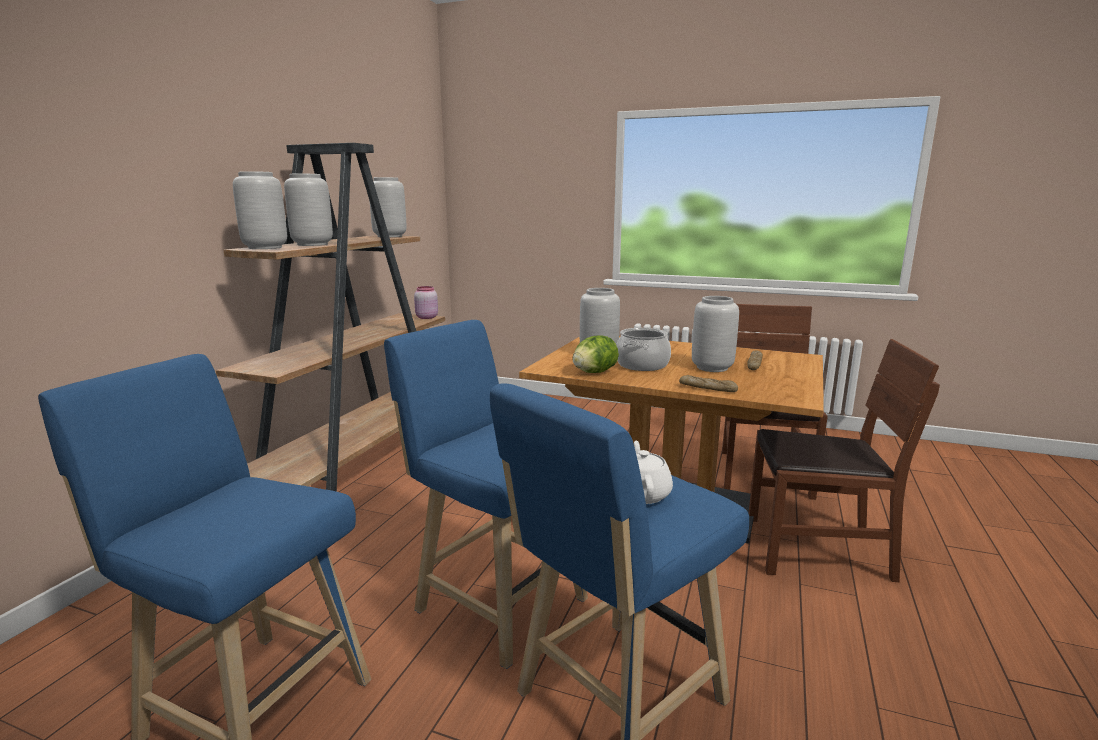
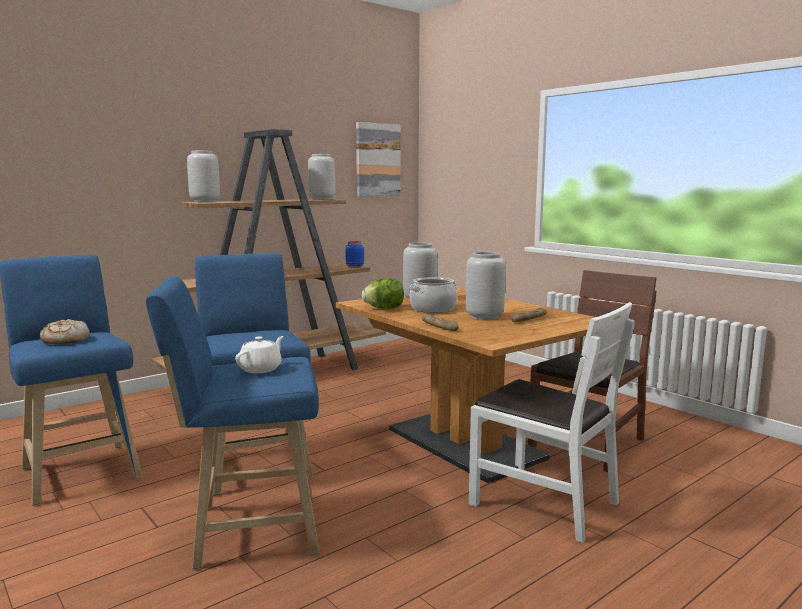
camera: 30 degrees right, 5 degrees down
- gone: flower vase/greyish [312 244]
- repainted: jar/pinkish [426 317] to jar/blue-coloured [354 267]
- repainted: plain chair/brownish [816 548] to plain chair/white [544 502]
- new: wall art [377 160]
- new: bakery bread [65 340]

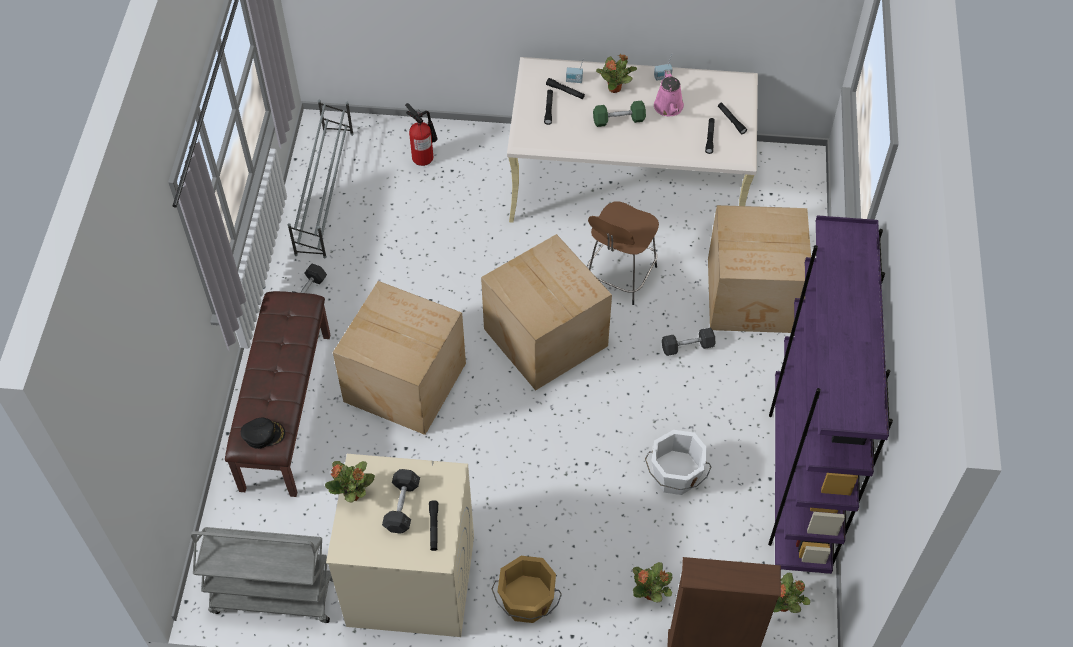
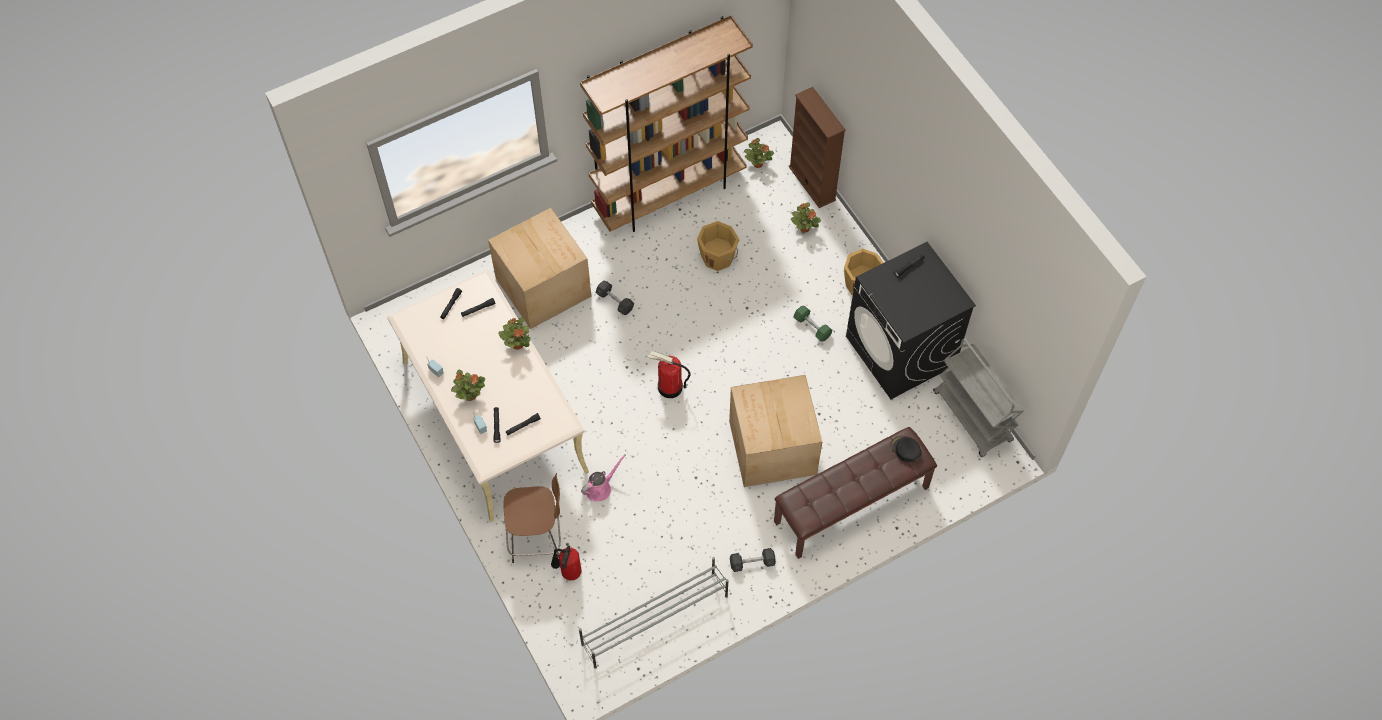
camera: 125 degrees left, 5 degrees up
- shifted: sprinkling can/pinkish [669 108] to [600 488]
- shifted: hand weight/green-coloured [618 120] to [812 327]
- shifted: stool/brownish [619 277] to [537 538]
- repainted: shelving unit/purple [799 481] to shelving unit/brownish [669 194]
- swapped: cardboard box [546 335] to extinguisher [669 387]
- repainted: bucket/white [675 477] to bucket/orange [718 257]
- repainted: washing machine/beige [410 581] to washing machine/blackish [901 351]
- shifted: potted plant [353 494] to [517 344]
- gone: hand weight/greyish [402 506]

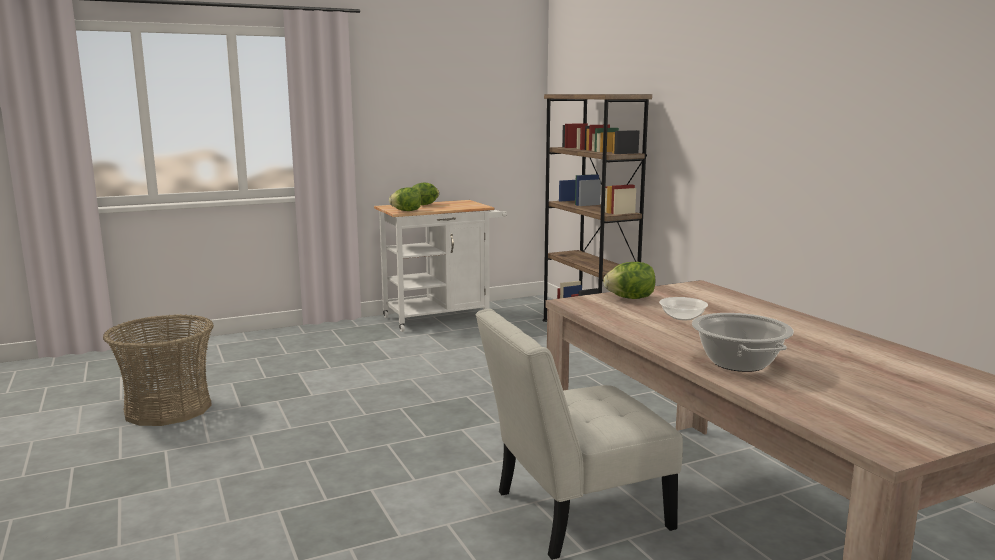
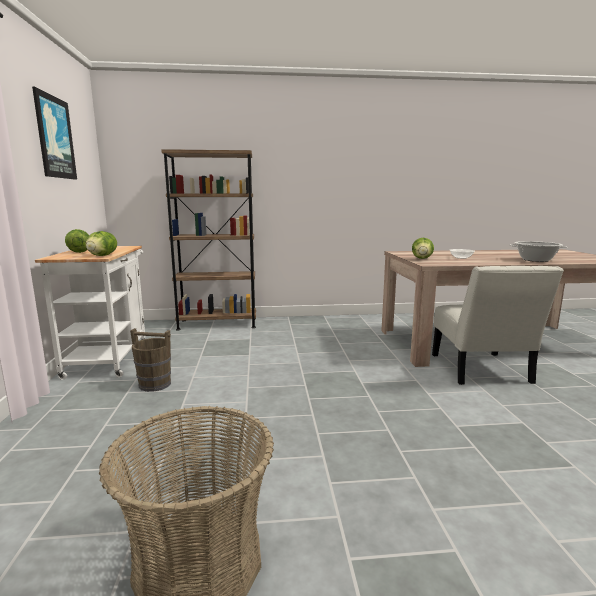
camera: 70 degrees left, 0 degrees up
- new: wall art [54 137]
- new: bucket/brownish [154 384]

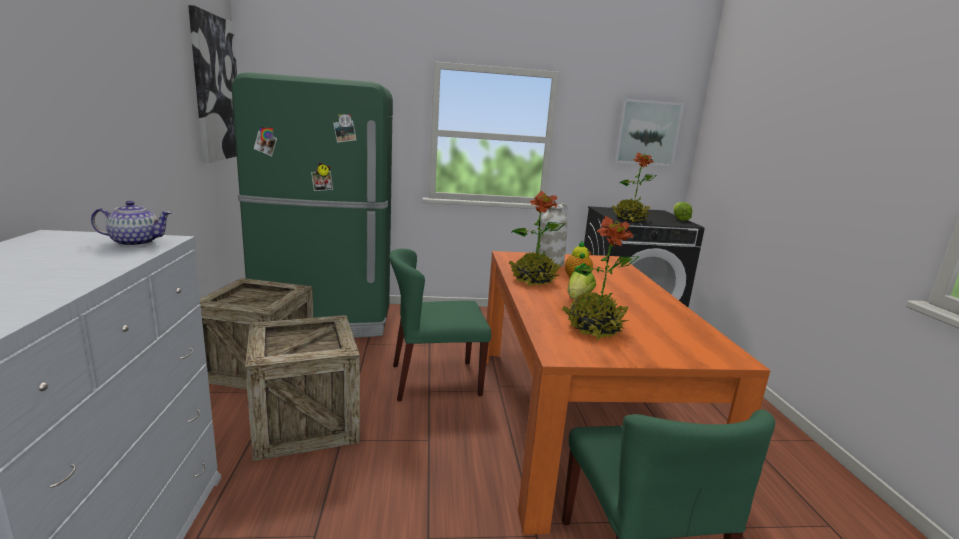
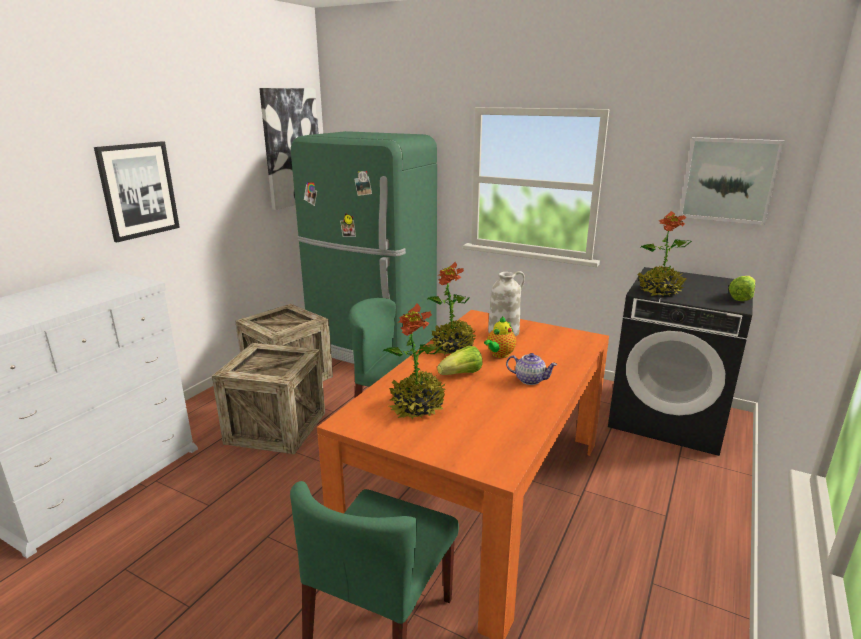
camera: 35 degrees right, 5 degrees up
- shifted: teapot [135 242] to [529 380]
- new: wall art [138 190]

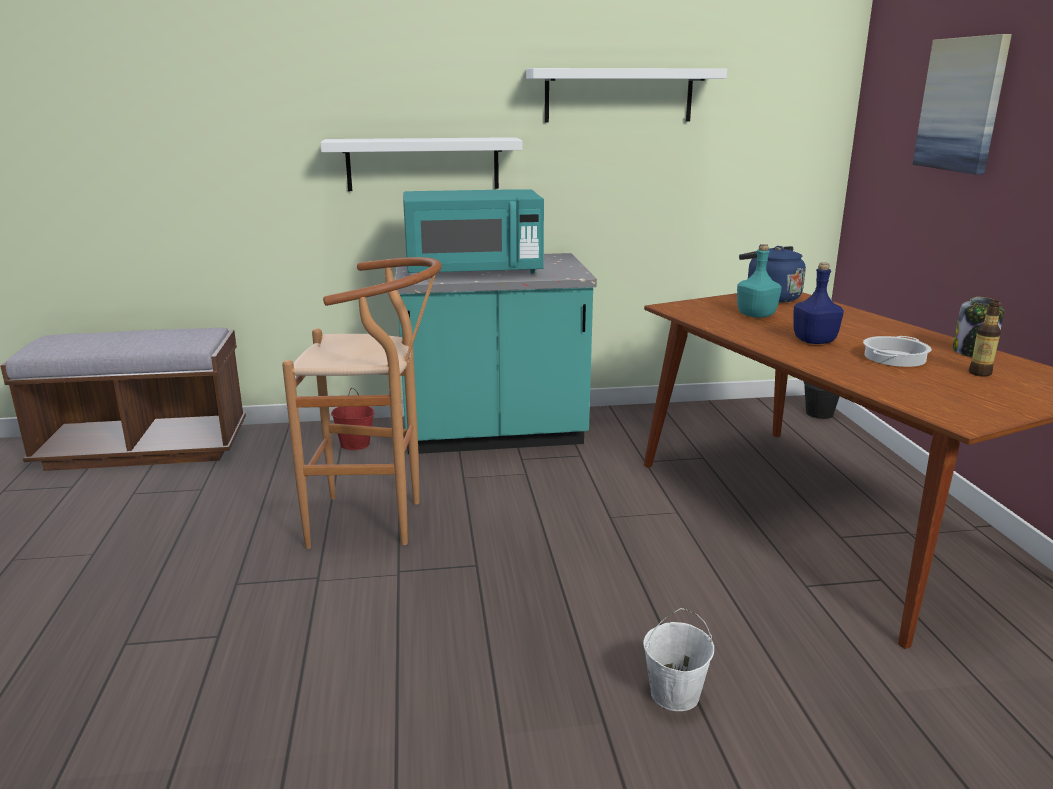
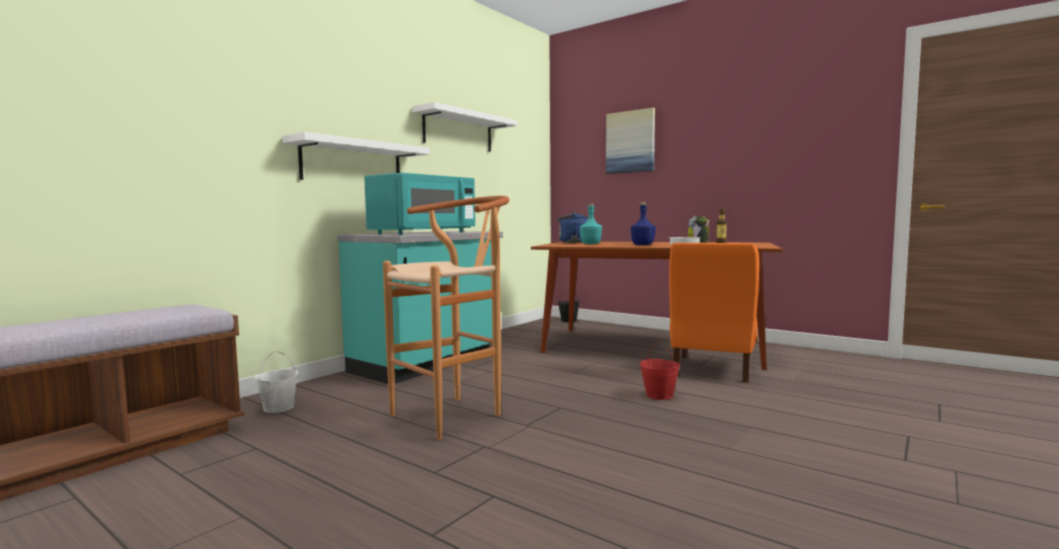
camera: 45 degrees left, 15 degrees down
- shifted: bucket/red-coloured [355 444] to [659 395]
- shifted: bucket/white [674 693] to [278 408]
- new: plain chair/orange [711 368]

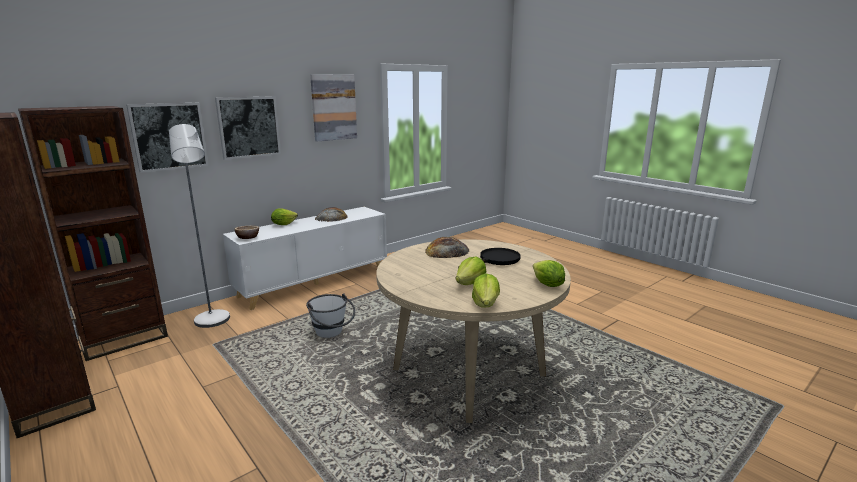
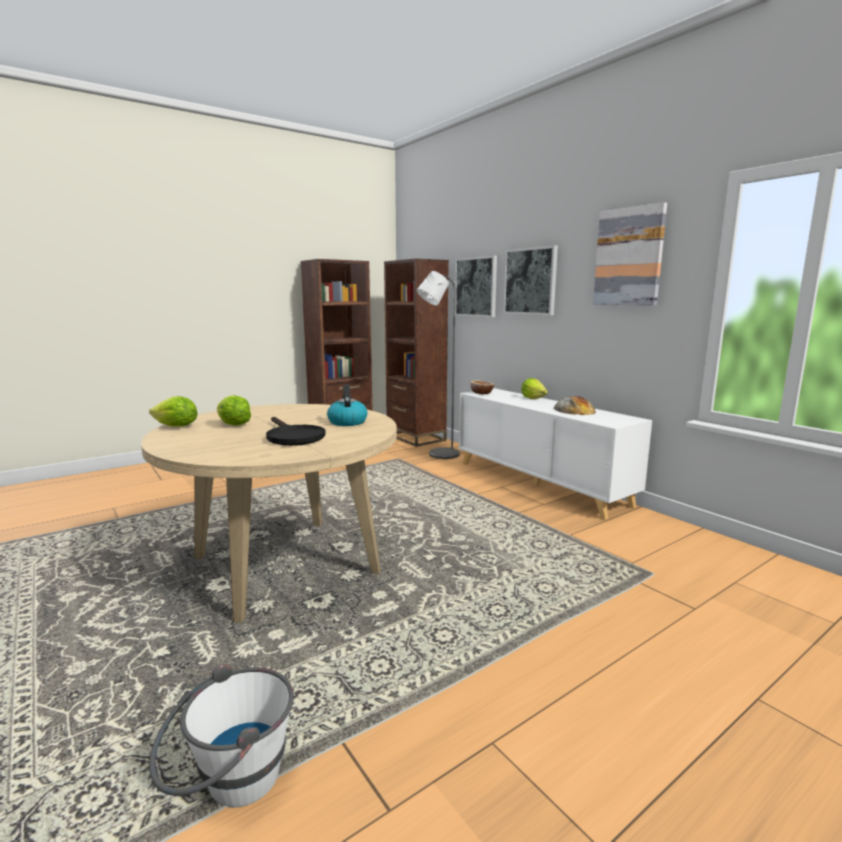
camera: 95 degrees right, 5 degrees down
- swapped: bakery bread [447 251] to water kettle [347 422]
- gone: lettuce [547 285]
- shifted: bucket/white [332 334] to [229 784]

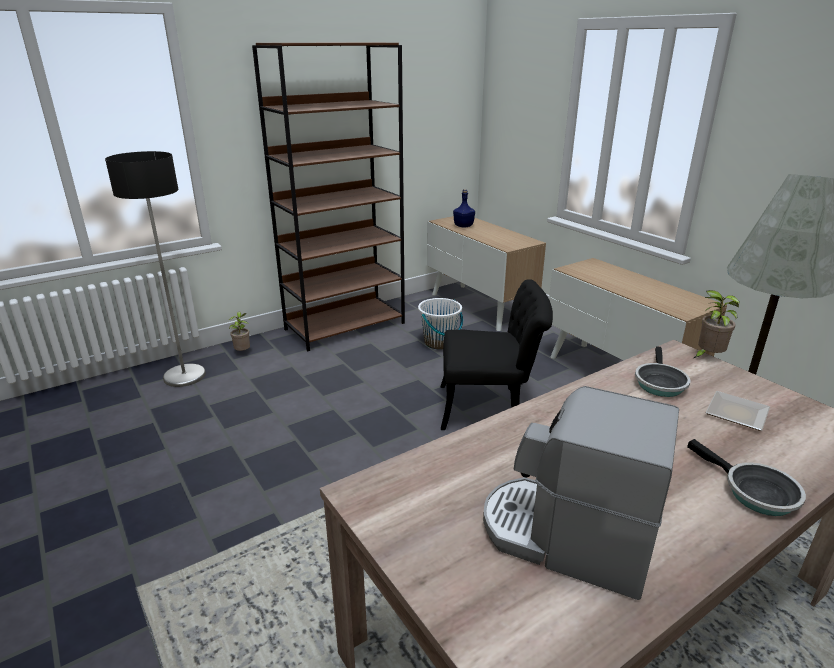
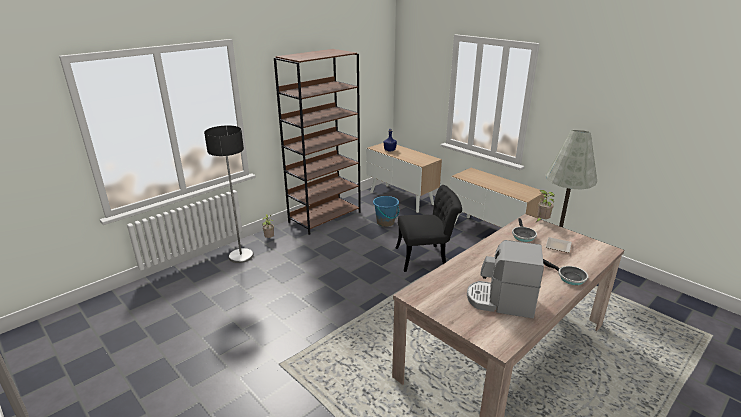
camera: 10 degrees left, 0 degrees up
- repainted: bucket/white [439 343] to bucket/blue-coloured [385 222]

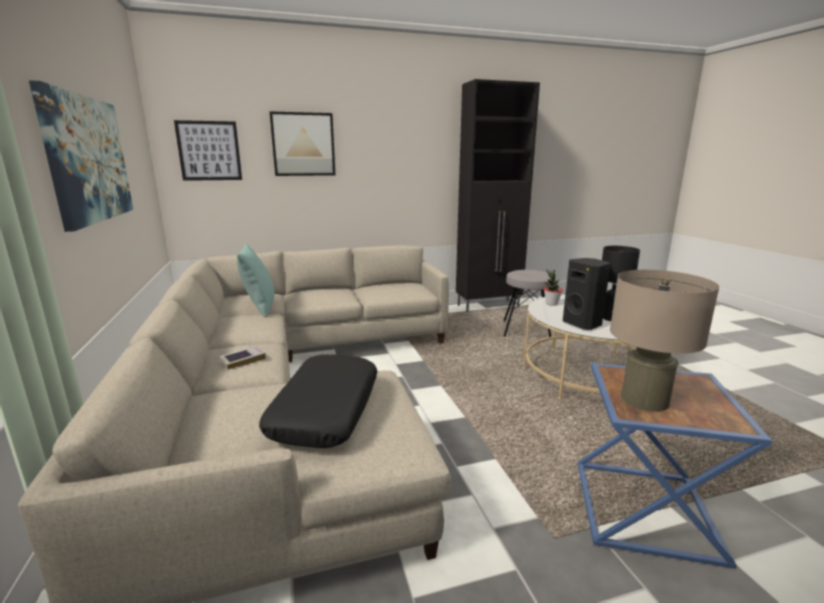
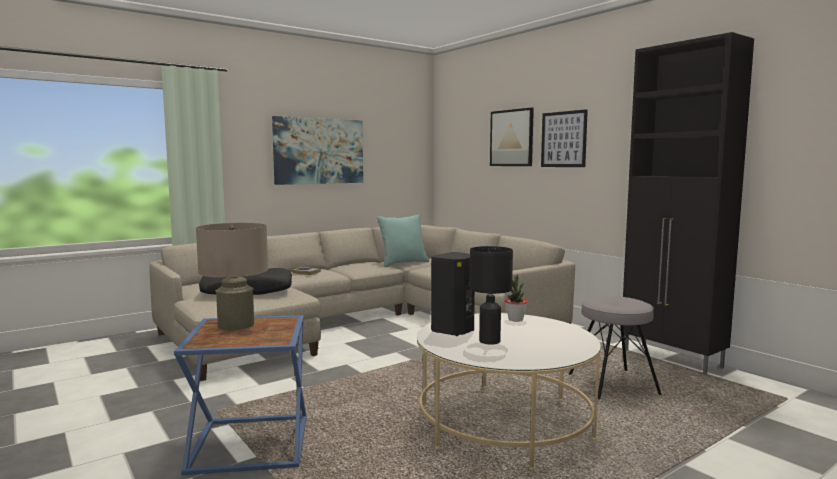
camera: 70 degrees right, 10 degrees down
- shifted: wall art [209 151] to [563 139]

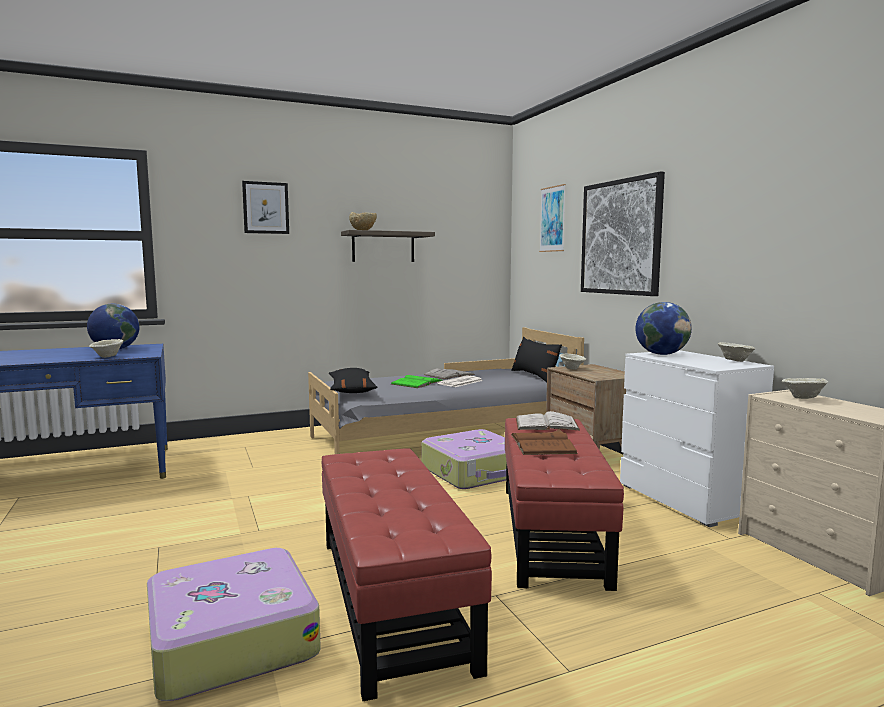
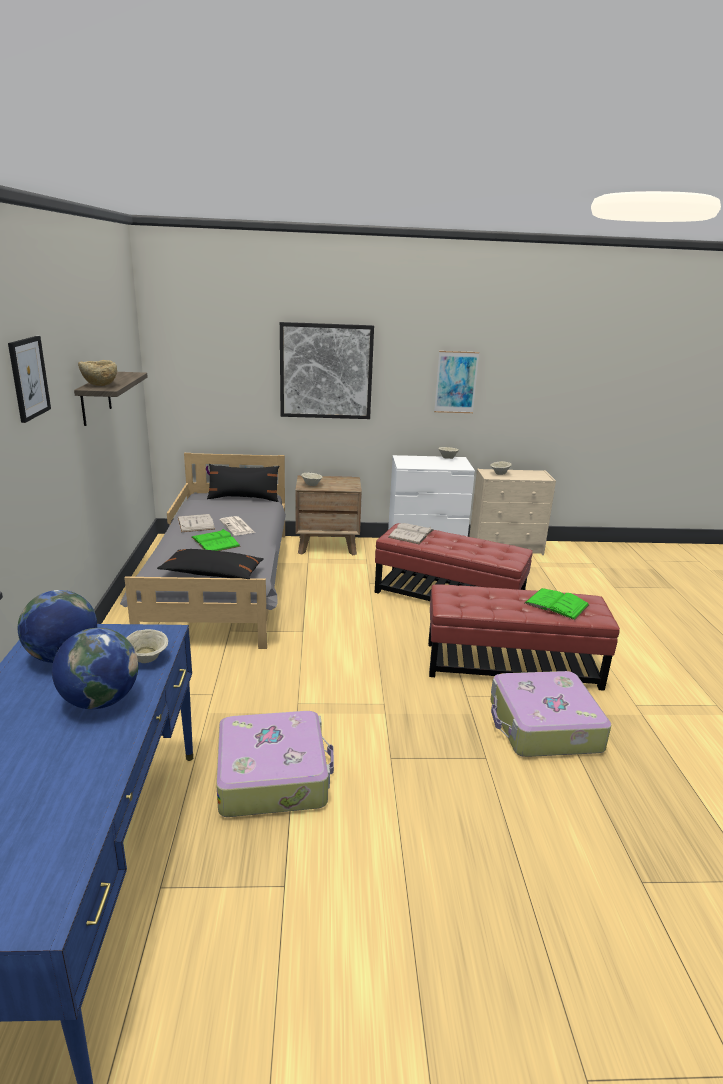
camera: 70 degrees left, 15 degrees up
- shifted: wall art [552 219] to [456 382]
- shifted: globe [661 354] to [100 700]
- shifted: piece of luggage [474 472] to [273 775]
- gone: book/brownish [542 444]
- new: book/green-coloured [556 604]

